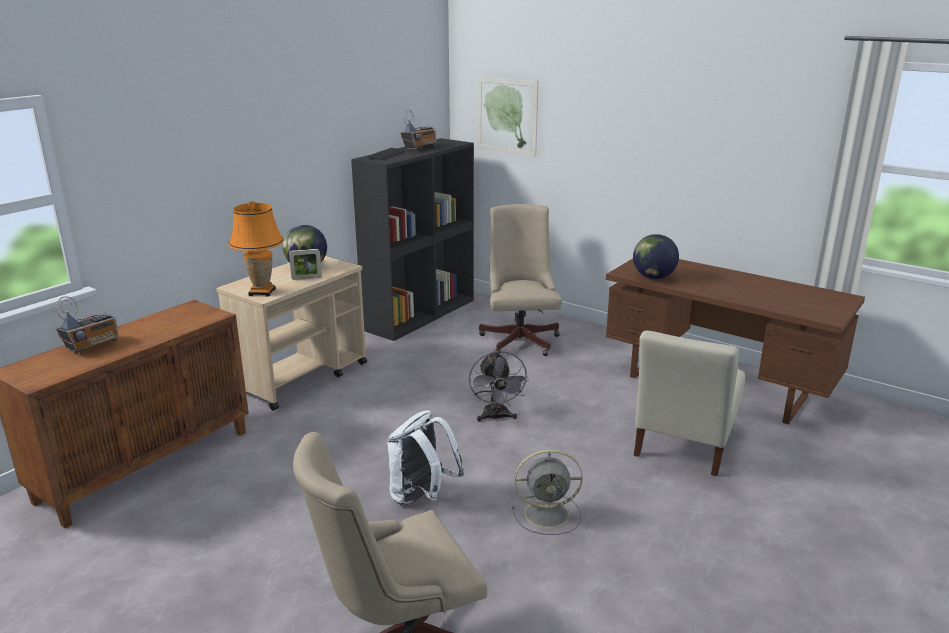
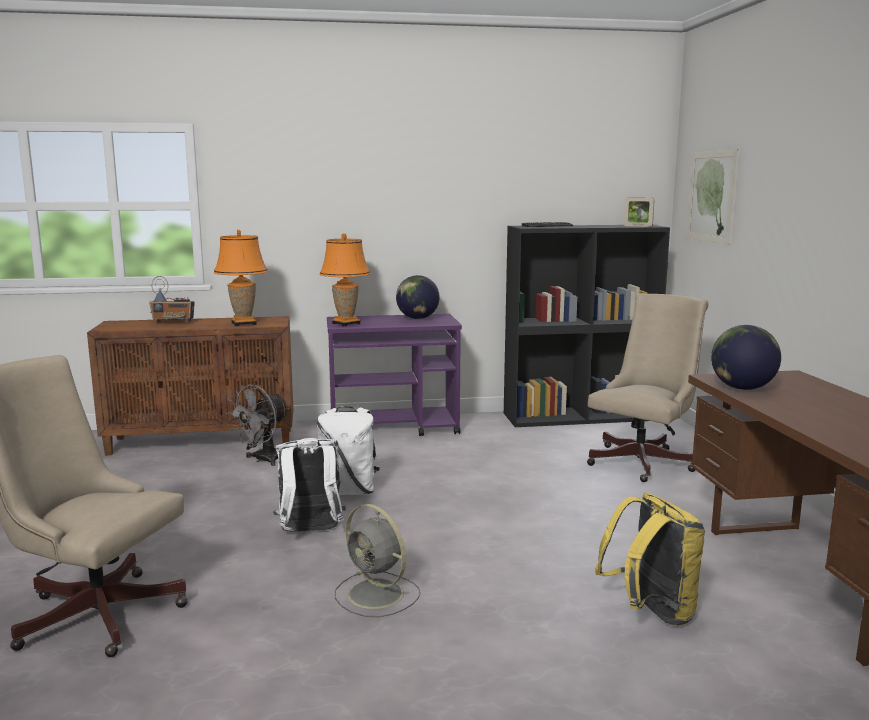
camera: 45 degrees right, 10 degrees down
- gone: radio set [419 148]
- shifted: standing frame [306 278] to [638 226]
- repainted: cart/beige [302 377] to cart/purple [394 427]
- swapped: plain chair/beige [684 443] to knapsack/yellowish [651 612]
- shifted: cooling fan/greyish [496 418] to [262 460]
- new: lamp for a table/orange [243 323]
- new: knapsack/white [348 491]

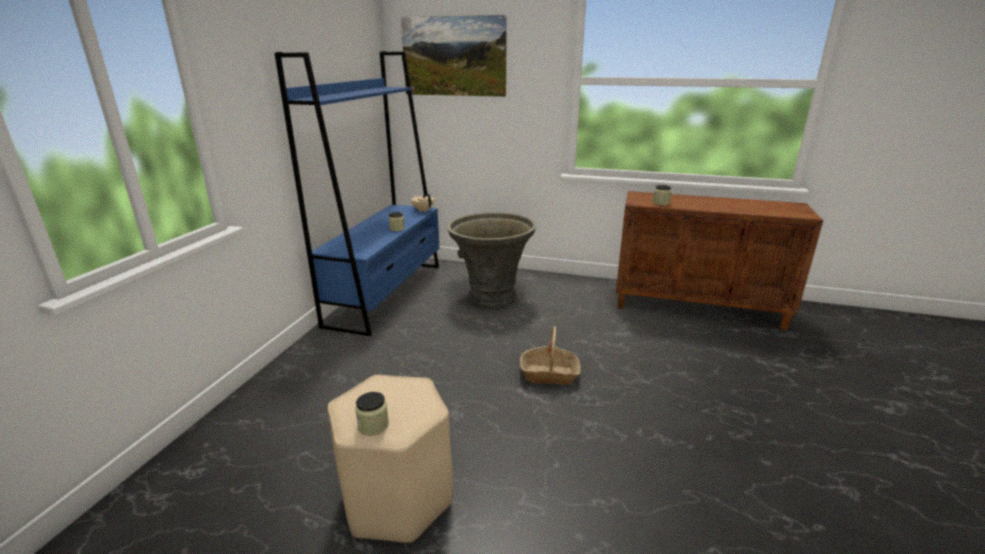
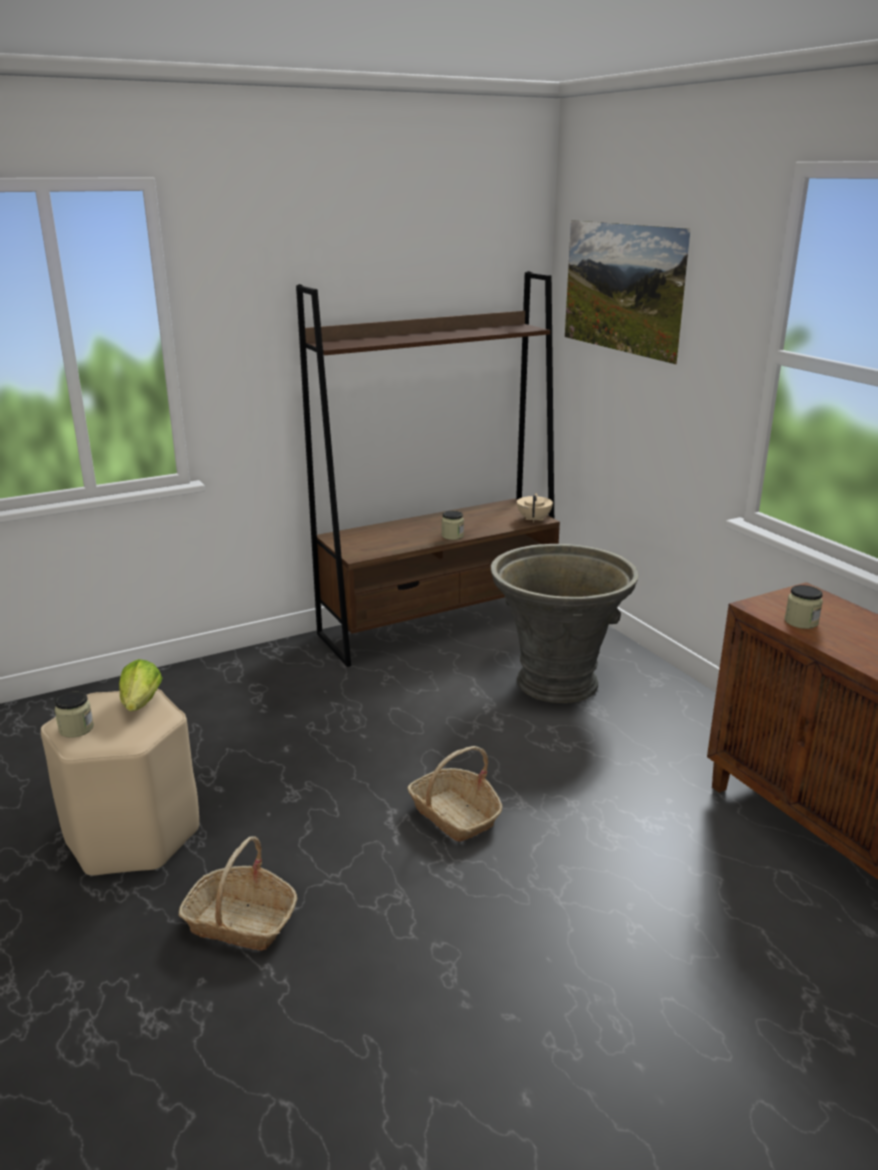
camera: 45 degrees right, 0 degrees up
- repainted: shelving unit/blue-coloured [386 293] to shelving unit/brownish [439 624]
- new: lettuce [141 703]
- new: storage basket [241 922]

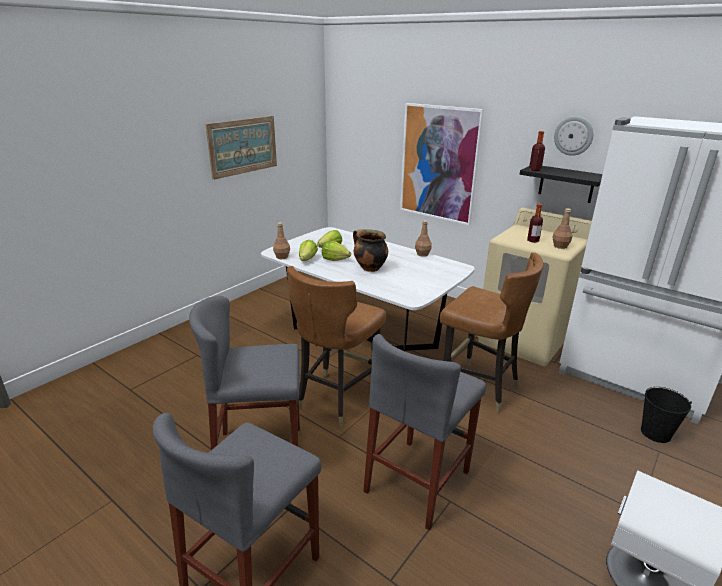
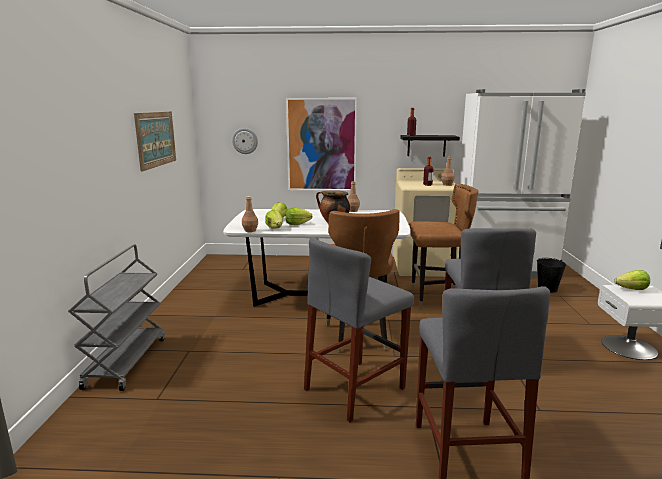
camera: 35 degrees left, 10 degrees down
- shifted: wall clock [573 136] to [245 141]
- new: cart/greyish [126 361]
- new: lettuce [632 289]

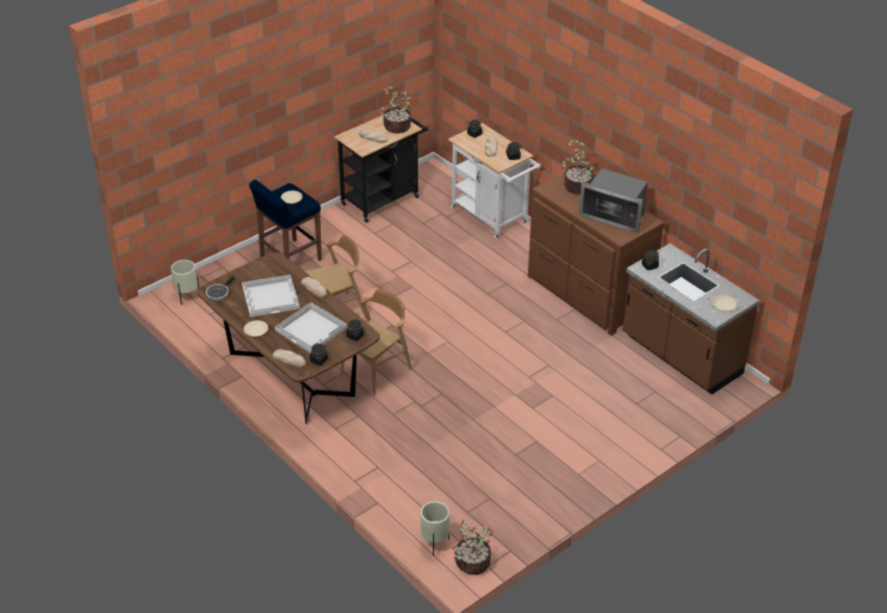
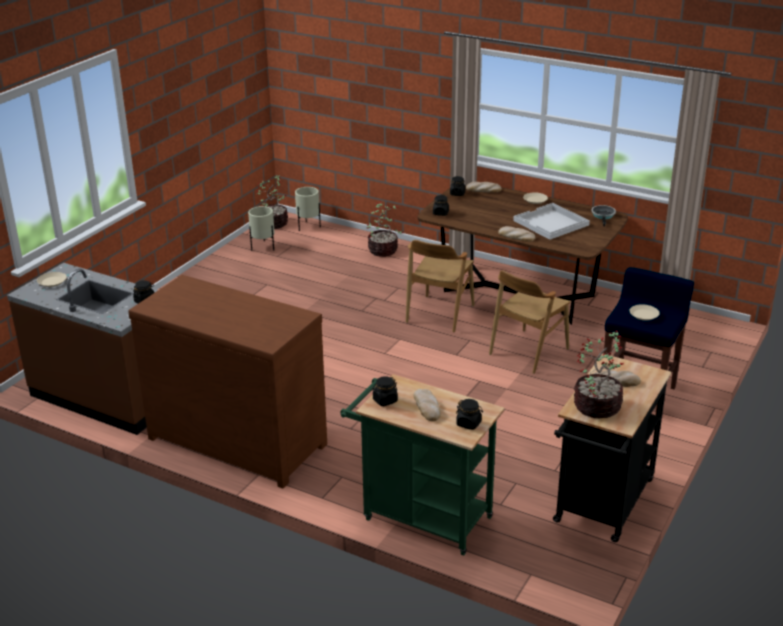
camera: 160 degrees right, 10 degrees down
- repainted: cart/white [492 218] to cart/green-coloured [420 516]
- shifted: potted plant [577 186] to [384 251]
- gone: microwave oven [614 215]
- shifted: flower pot/beige [187 297] to [263 247]
- gone: carrying tray/white [312 329]

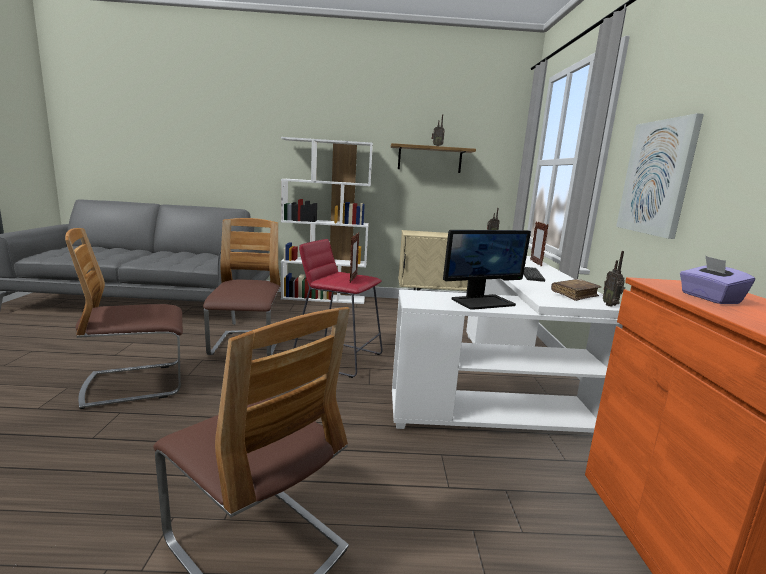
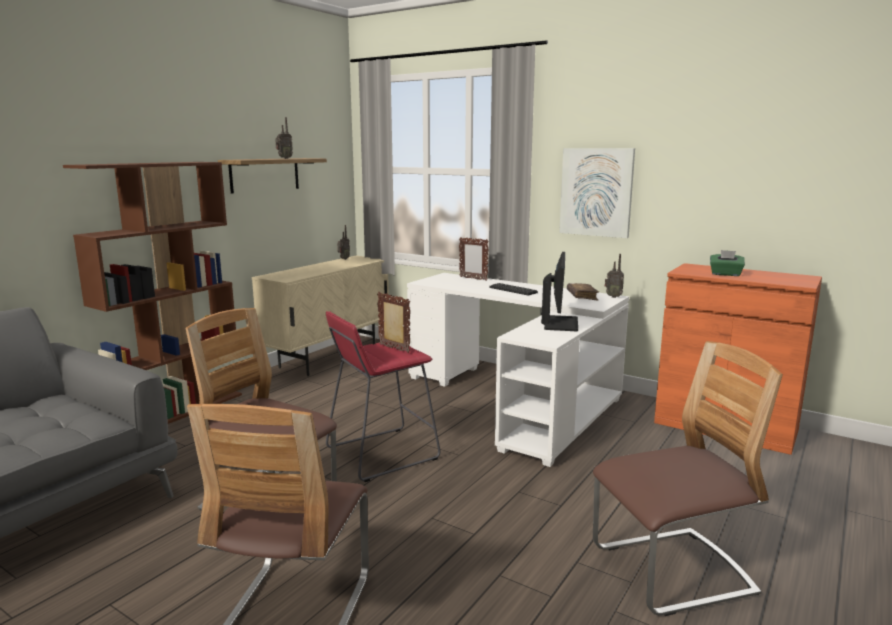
camera: 55 degrees left, 0 degrees up
- repainted: shelving unit/white [324 298] to shelving unit/brownish [177 411]
- repainted: box of tissues/purple [709 298] to box of tissues/green-coloured [725 274]

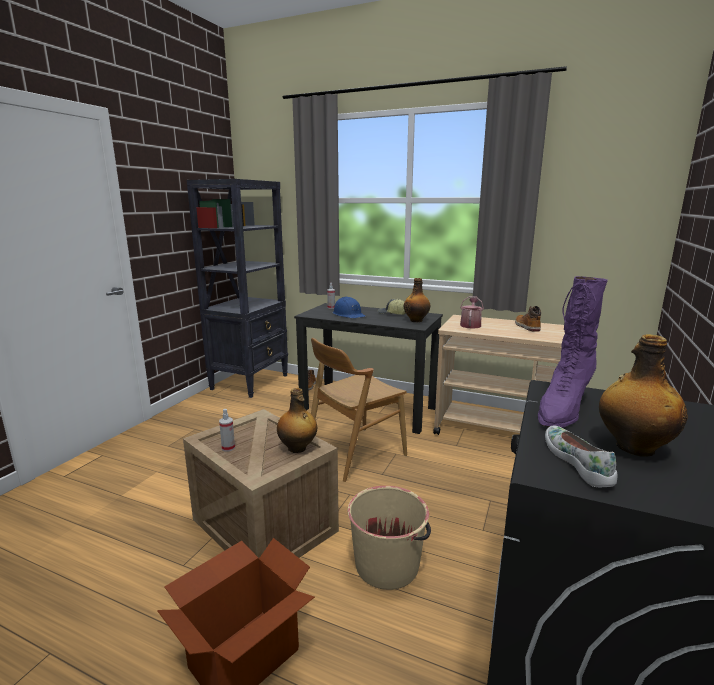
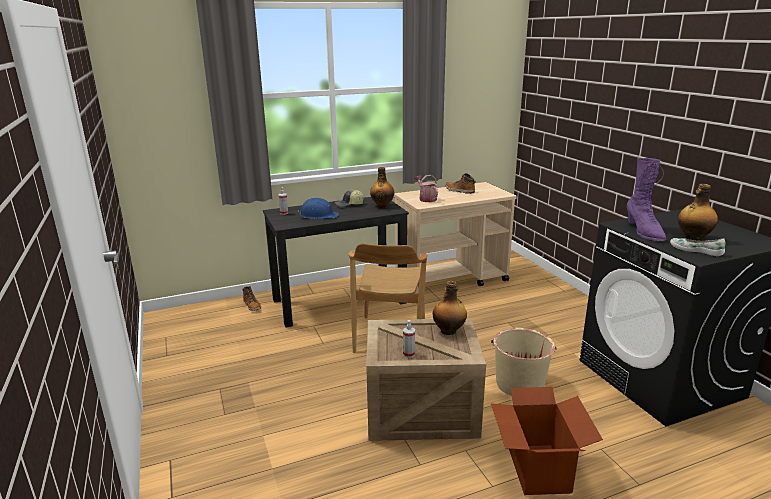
camera: 45 degrees left, 5 degrees up
- gone: shelving unit/blackish [250 382]

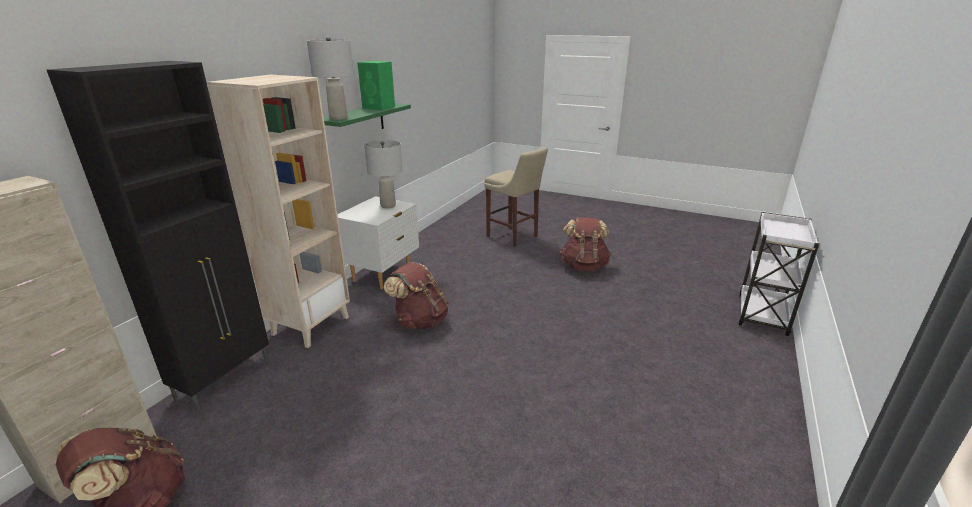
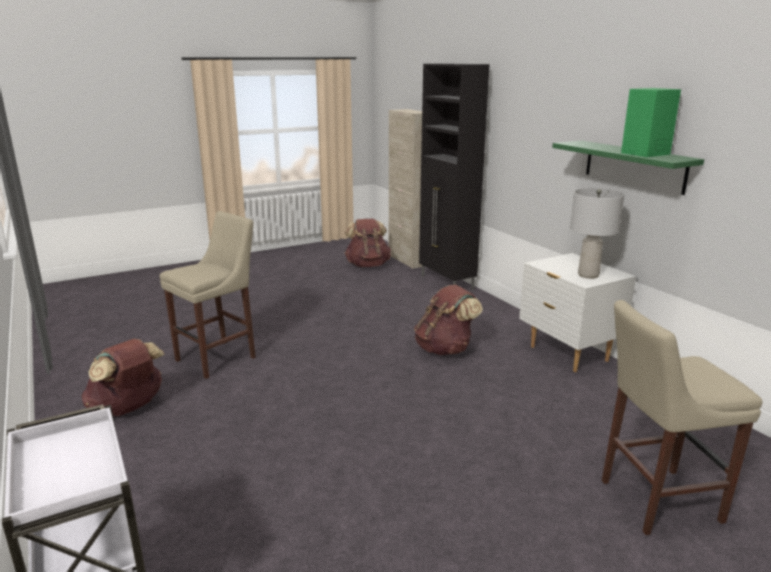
camera: 125 degrees right, 5 degrees down
- gone: lamp for a table/greyish [338 118]
- gone: shelving unit/beige [311 325]
- shifted: knapsack/brownish [583 266] to [128 409]
- new: stool/beige [219 358]

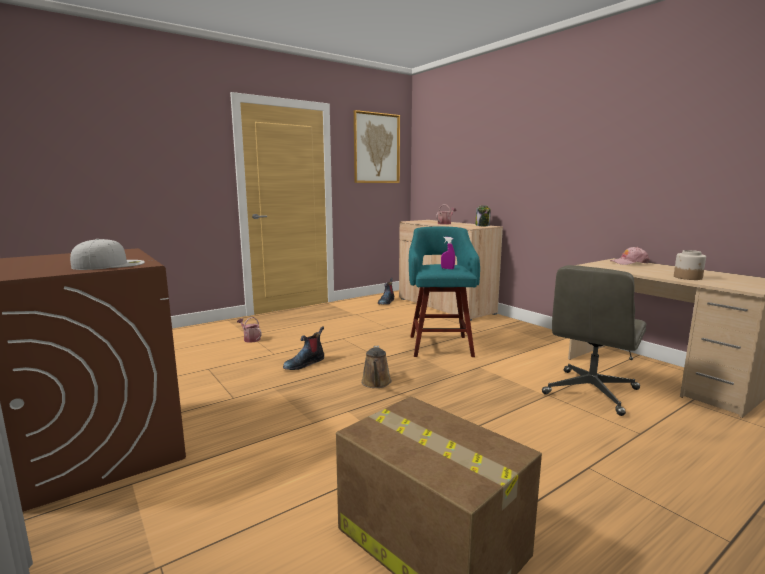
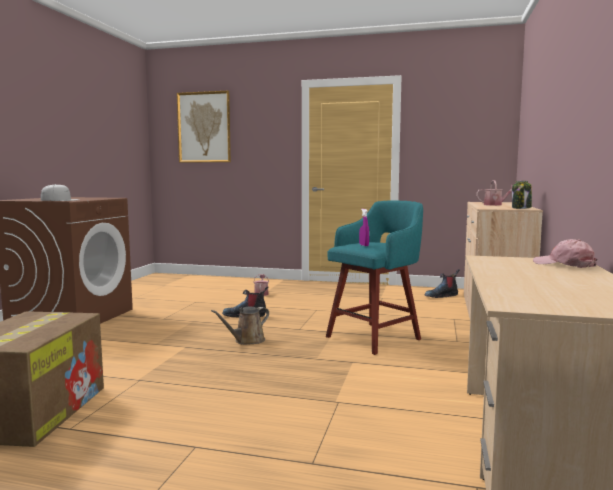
camera: 50 degrees right, 5 degrees down
- shifted: wall art [376 148] to [204 127]
- gone: jar [688 277]
- gone: office chair/greyish [590 392]

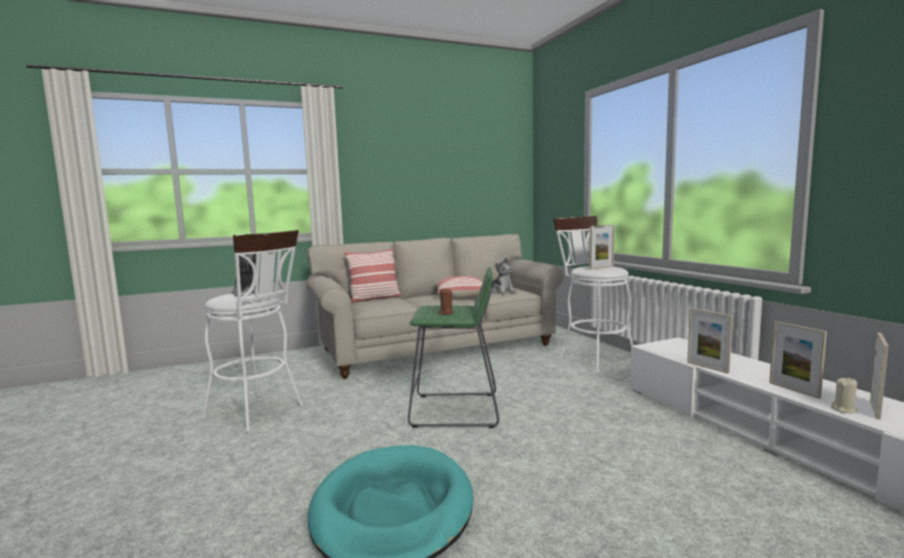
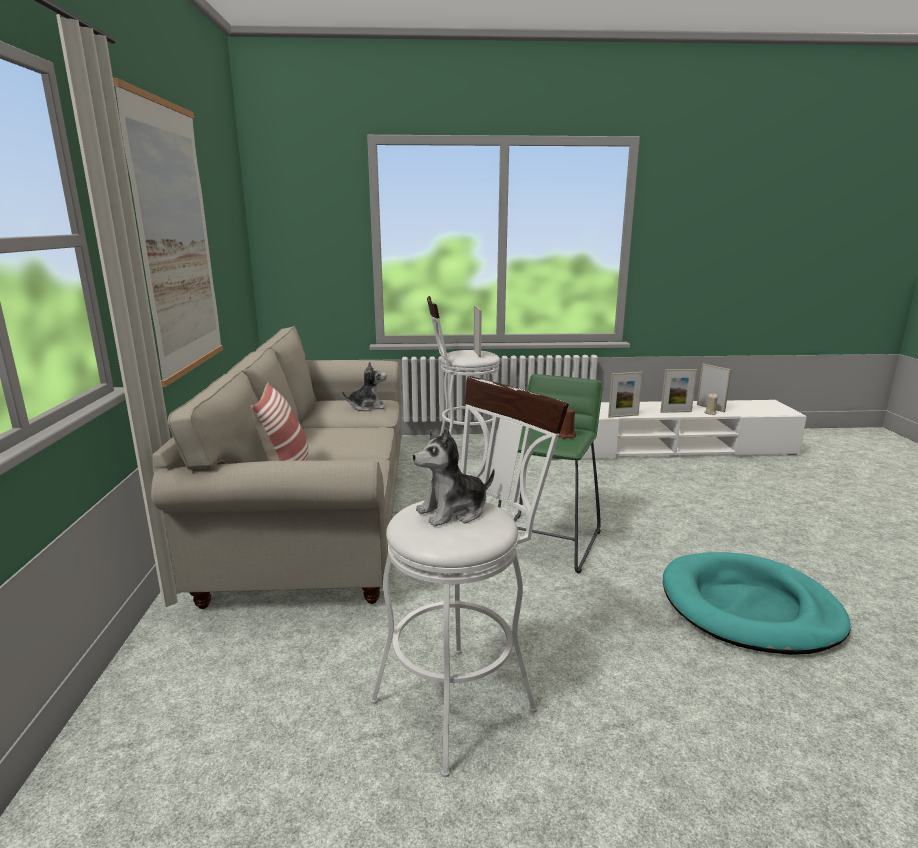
camera: 70 degrees left, 10 degrees up
- gone: pillow [460 296]
- new: wall art [176 240]

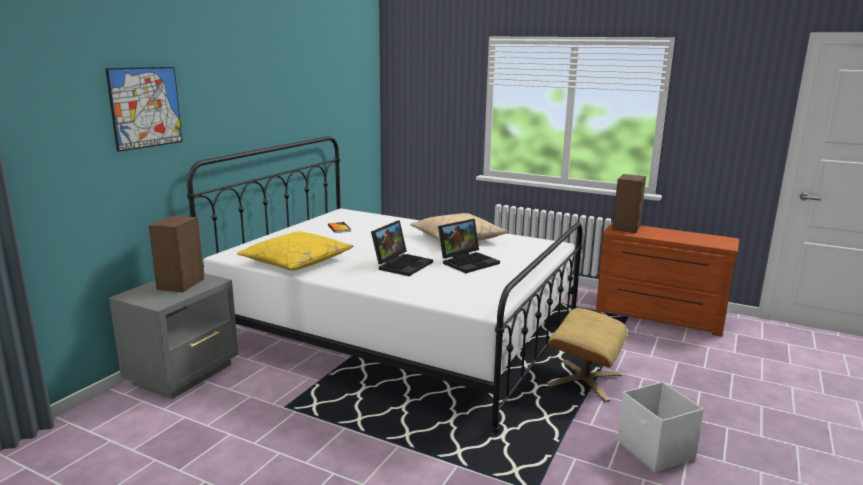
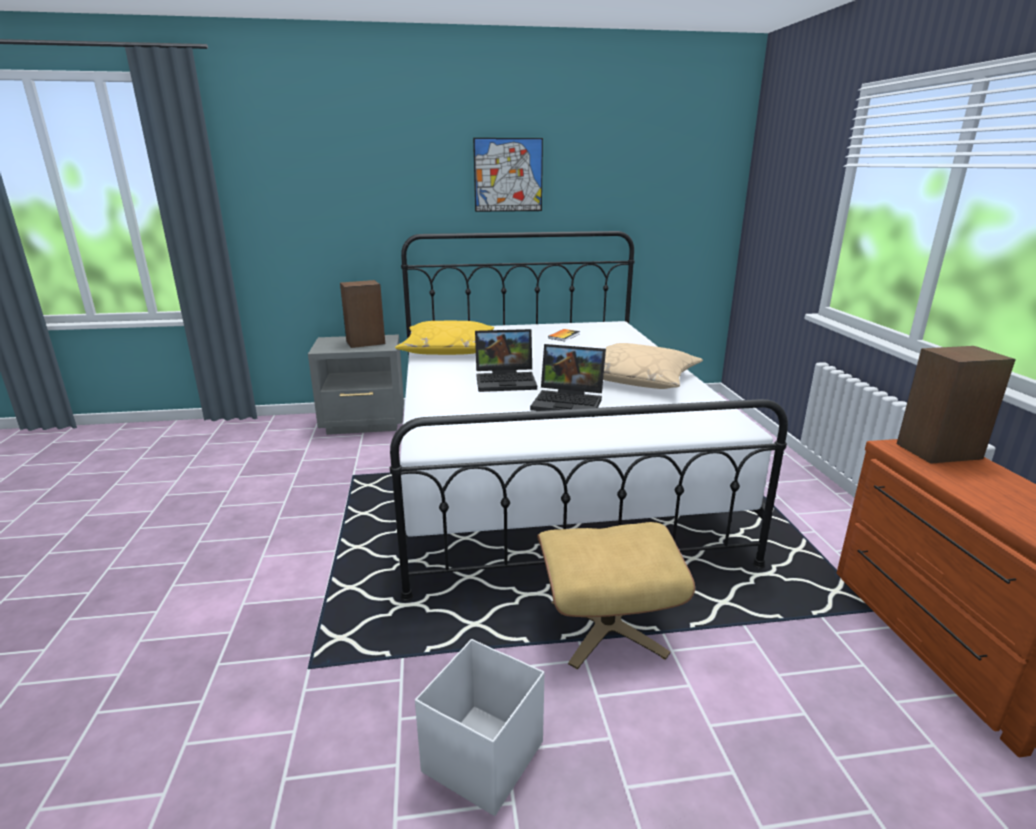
camera: 55 degrees right, 5 degrees up
- shifted: wall art [146 107] to [508 175]

